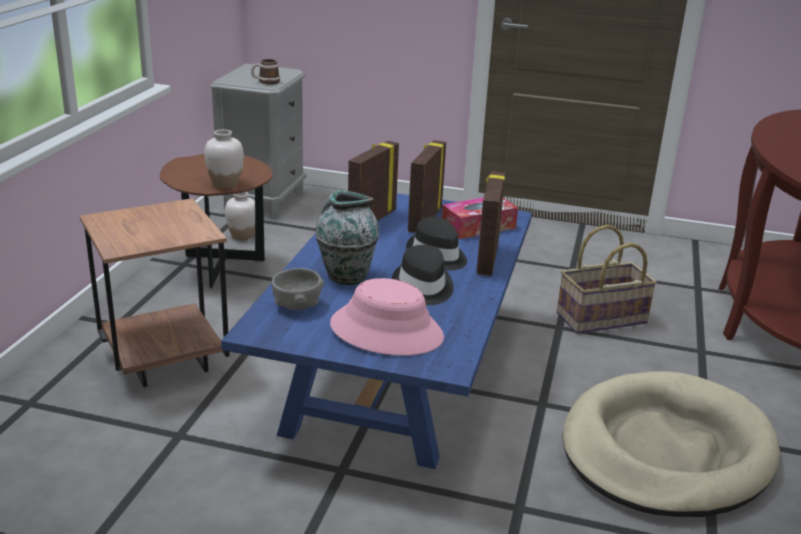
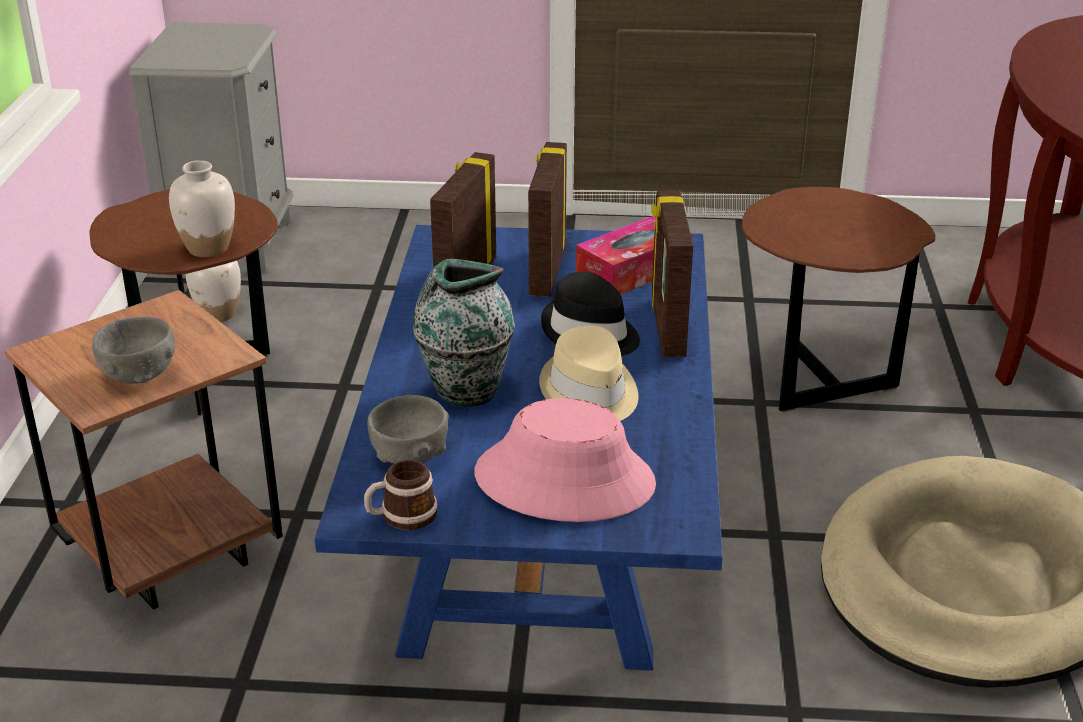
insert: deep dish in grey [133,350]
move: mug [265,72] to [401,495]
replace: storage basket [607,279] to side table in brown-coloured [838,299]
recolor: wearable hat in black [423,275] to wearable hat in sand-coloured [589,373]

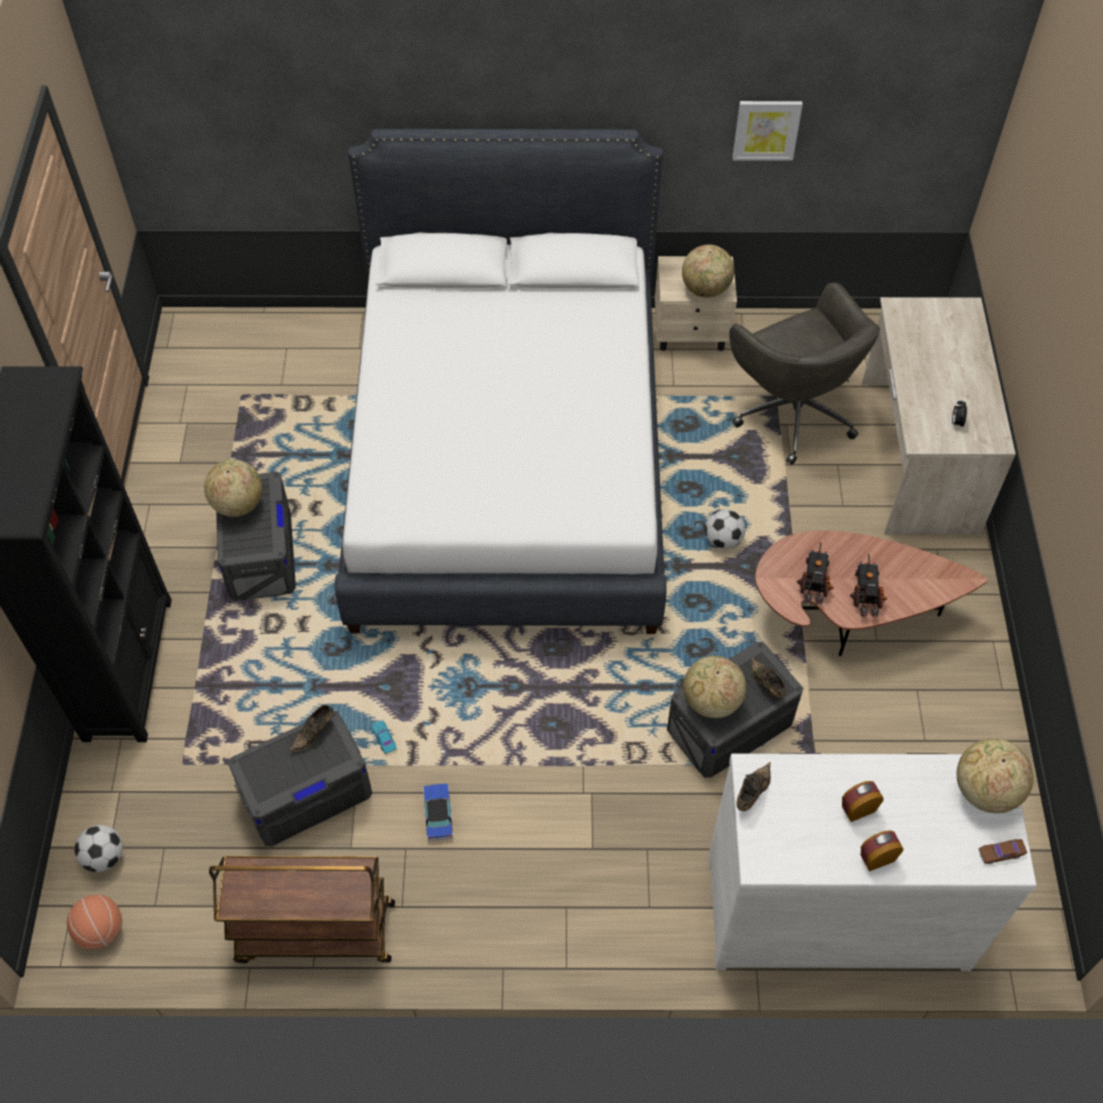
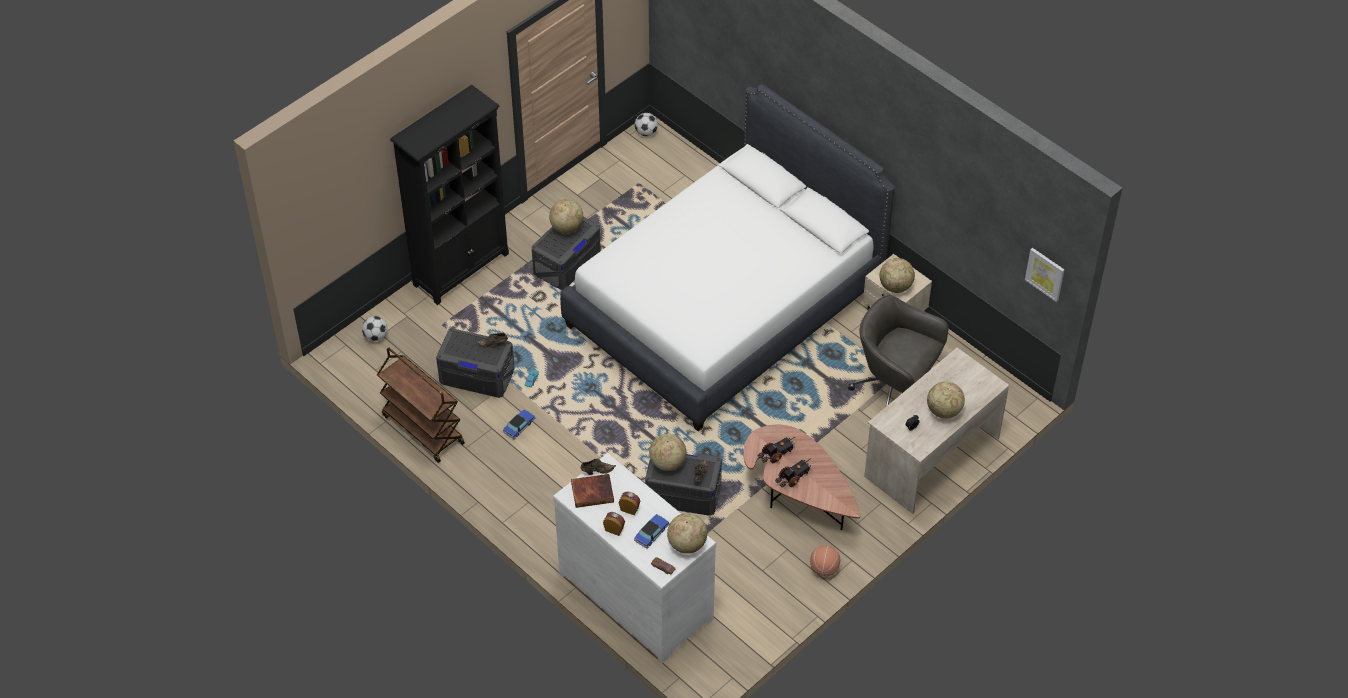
insert: volume [592,491]; model car [651,531]; desk globe [946,400]
move: ball for basketball [94,922] to [825,560]; ball for football [725,529] to [646,124]; wall picture [768,131] to [1044,275]
rotate: office chair in grey [804,374] = [898,351] 105 degrees clockwise

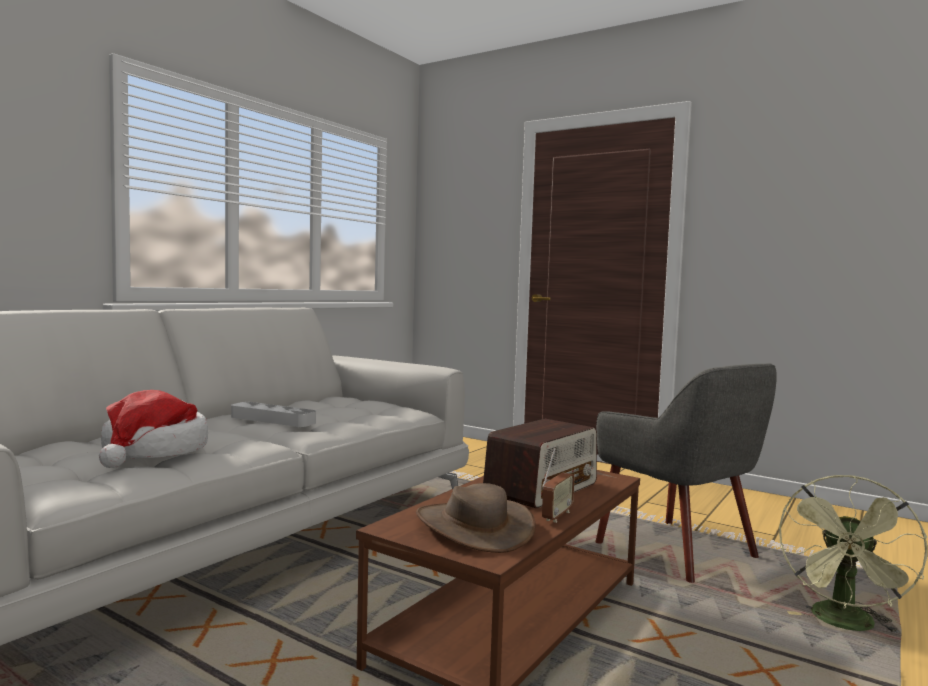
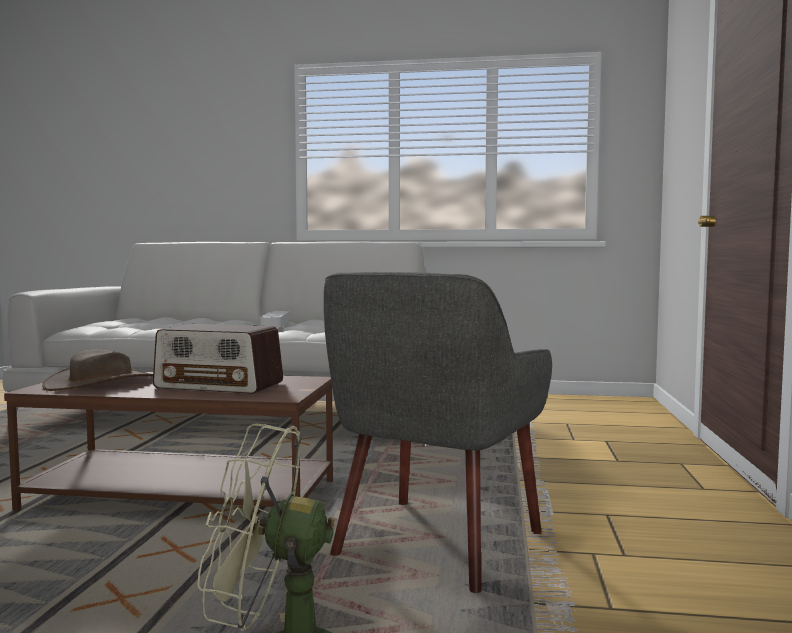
delete: wearable hat [153,429]; radio receiver [558,485]

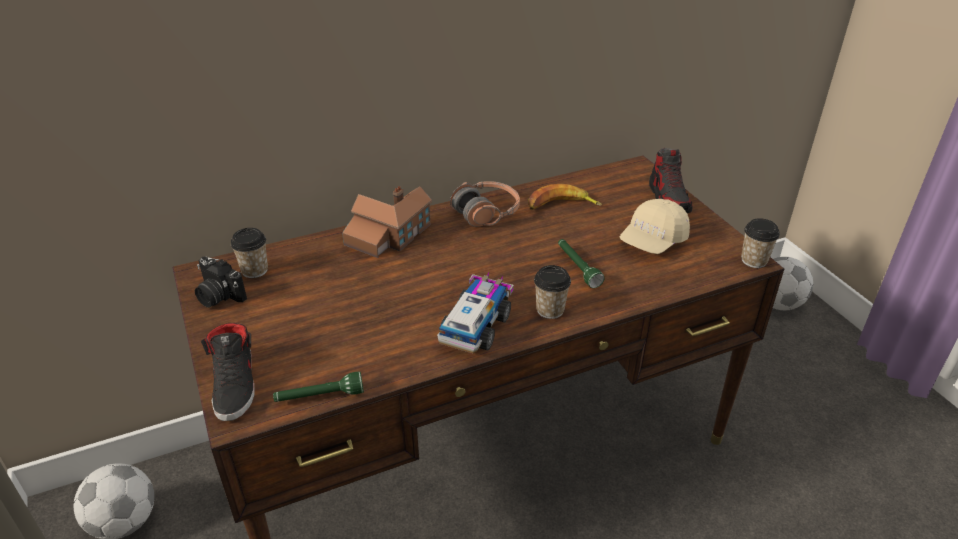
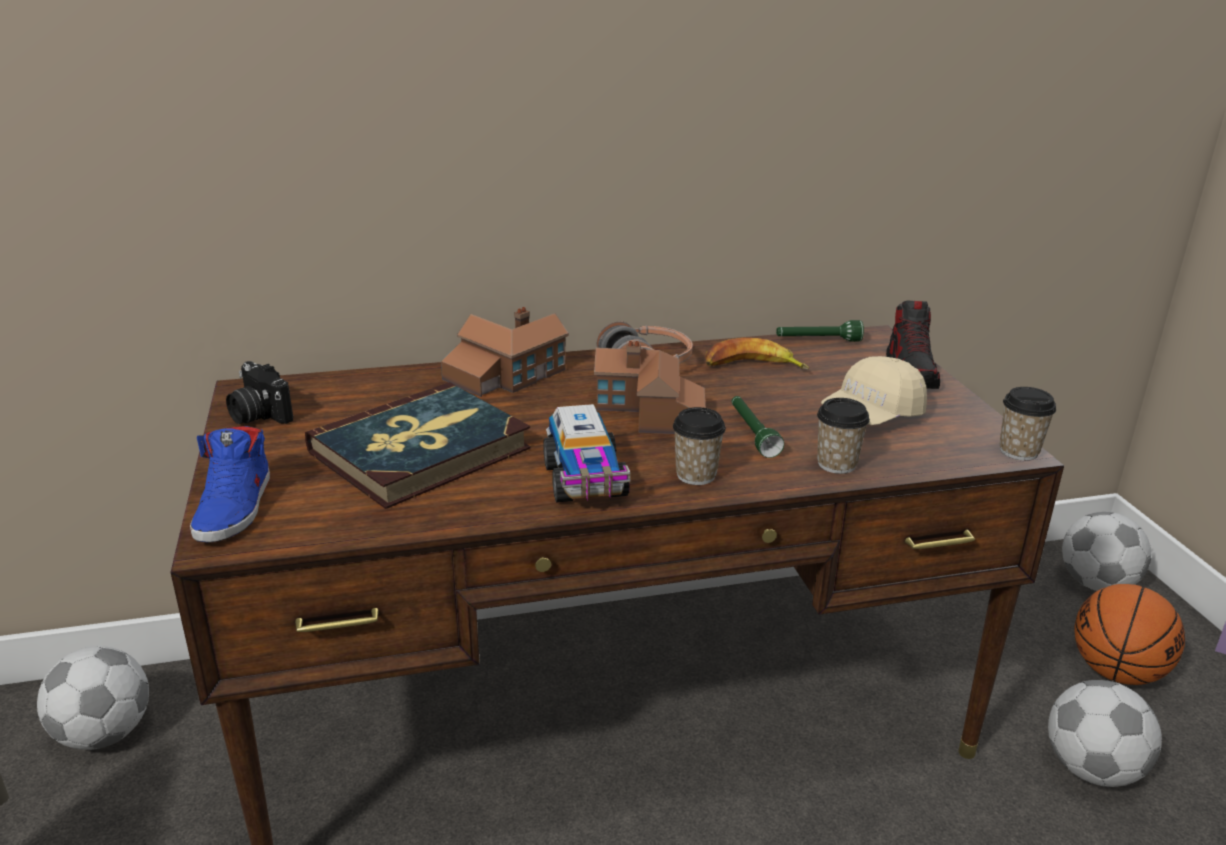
insert: volume [418,445]; model house [649,387]; ball for football [1105,733]; ball for basketball [1129,634]
move: small cup [249,253] to [843,436]; flashlight in greenish [318,386] to [820,331]
recolor: shoe in black [228,372] to shoe in blue [230,484]
rotate: toy truck [475,313] = [586,453] 135 degrees clockwise

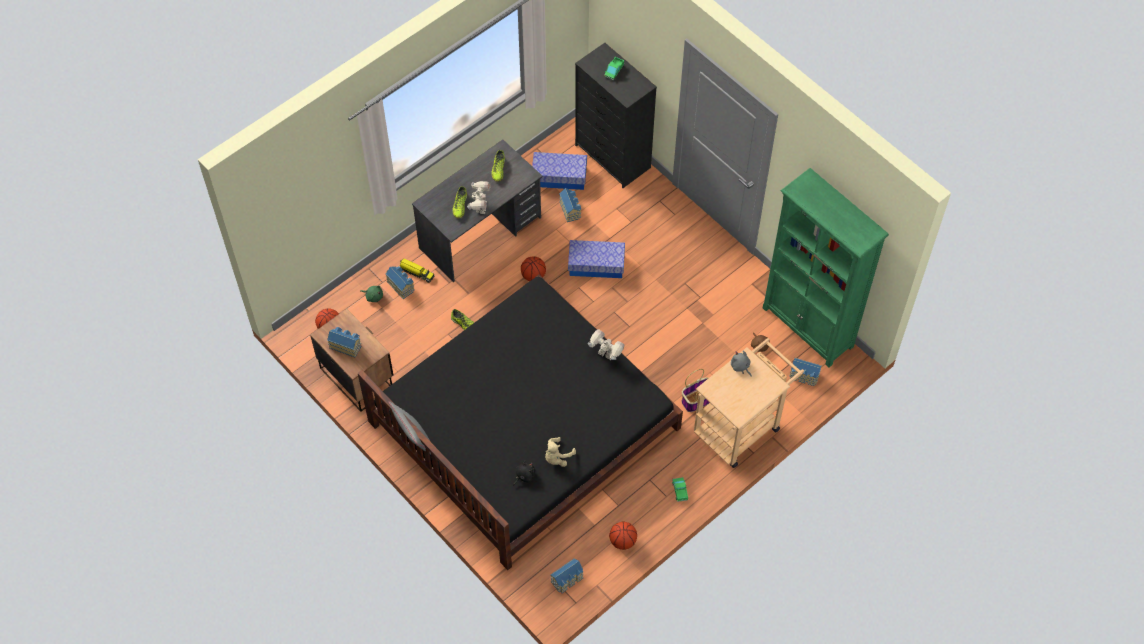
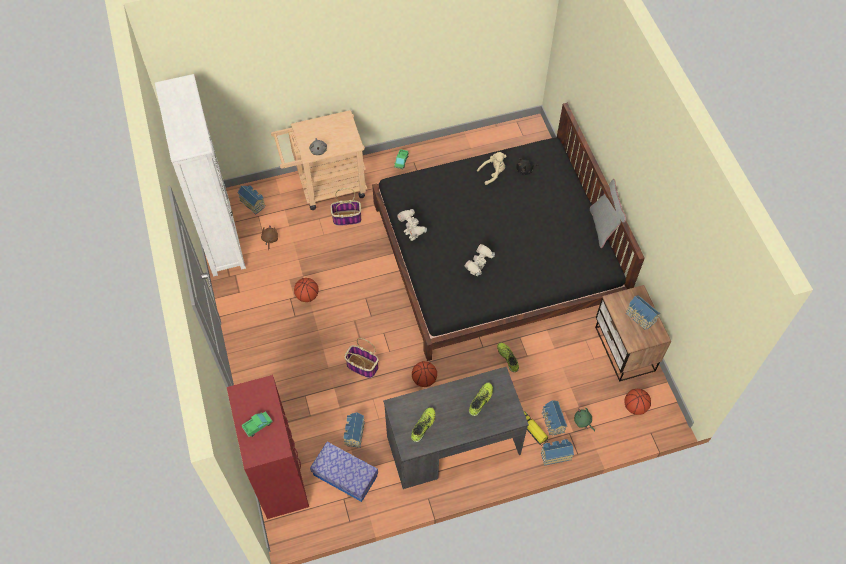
move: robot figure [478,197] to [479,260]; model house [567,575] to [557,452]; ball for basketball [623,536] to [306,290]
replace: storage box [596,259] to storage basket [362,358]
recolor: dresser in black [616,115] to dresser in red-coloured [268,447]; shelving unit in greenish [826,267] to shelving unit in white-coloured [200,175]

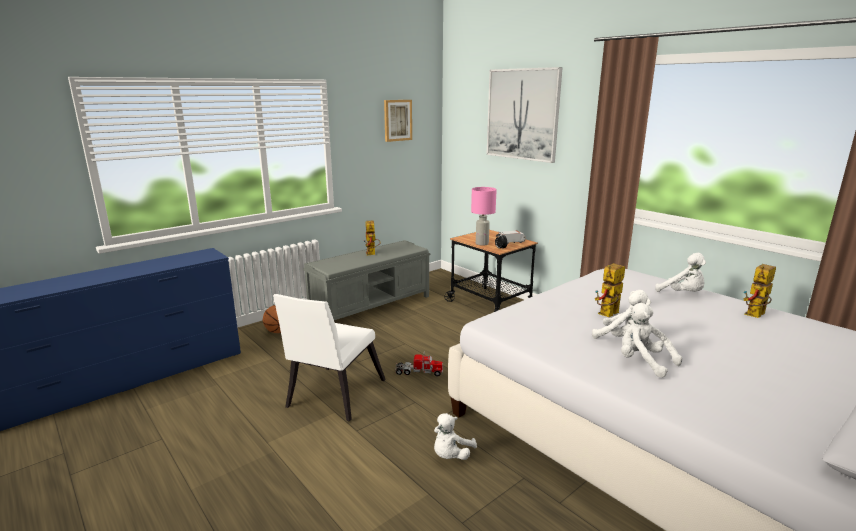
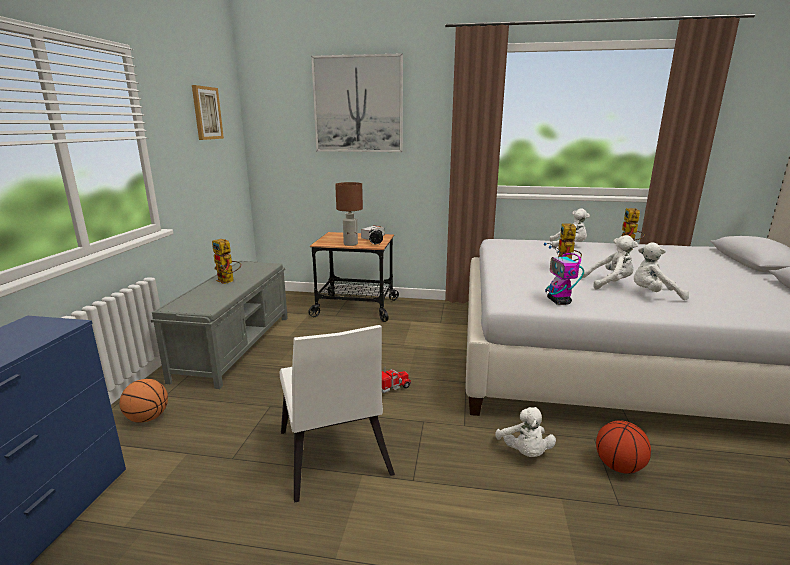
insert: robot figure [564,274]; ball for basketball [623,447]
recolor: table lamp in pinkish [484,216] to table lamp in brown-coloured [349,214]

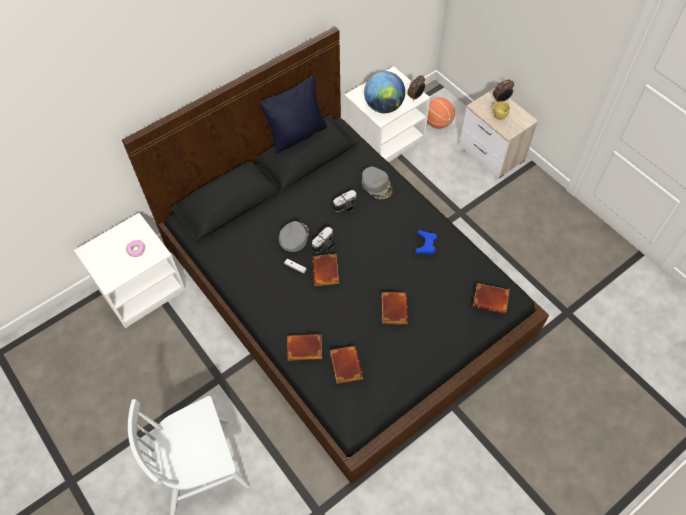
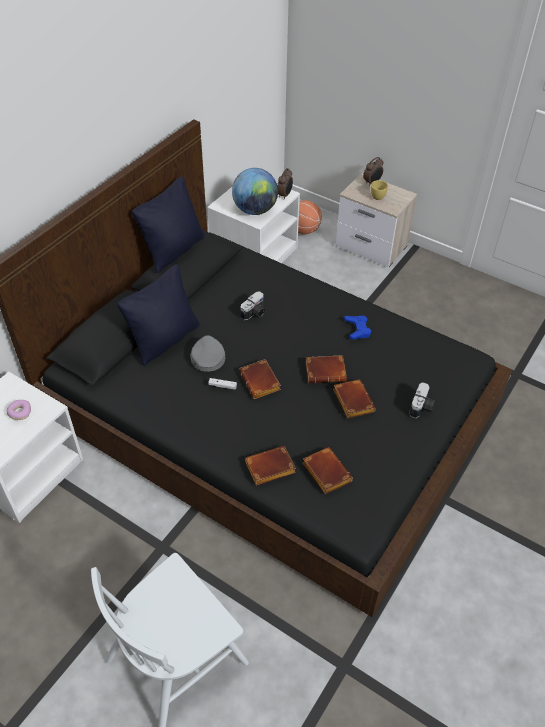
delete: baseball cap in grey [377,183]
insert: pillow in black [158,315]
move: still camera [323,240] to [422,400]; volume in brown-coloured [491,298] to [326,369]

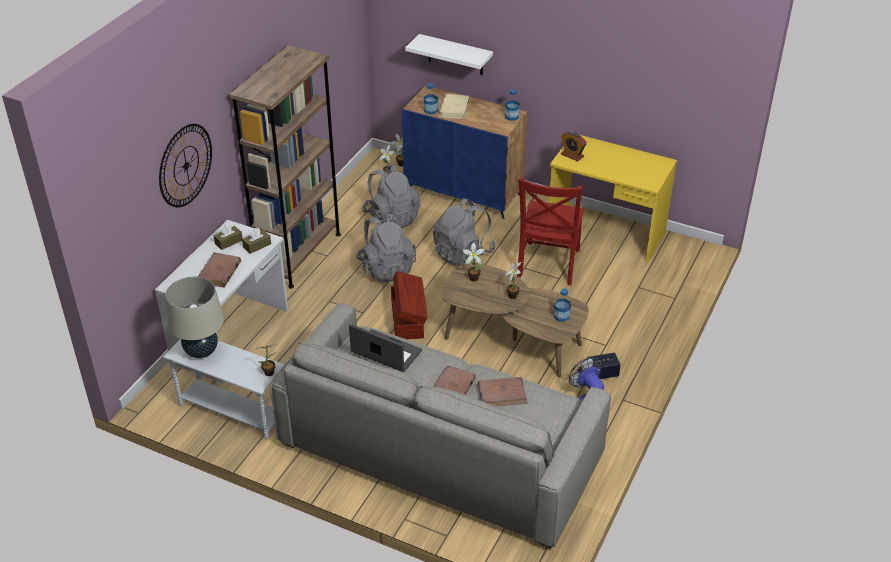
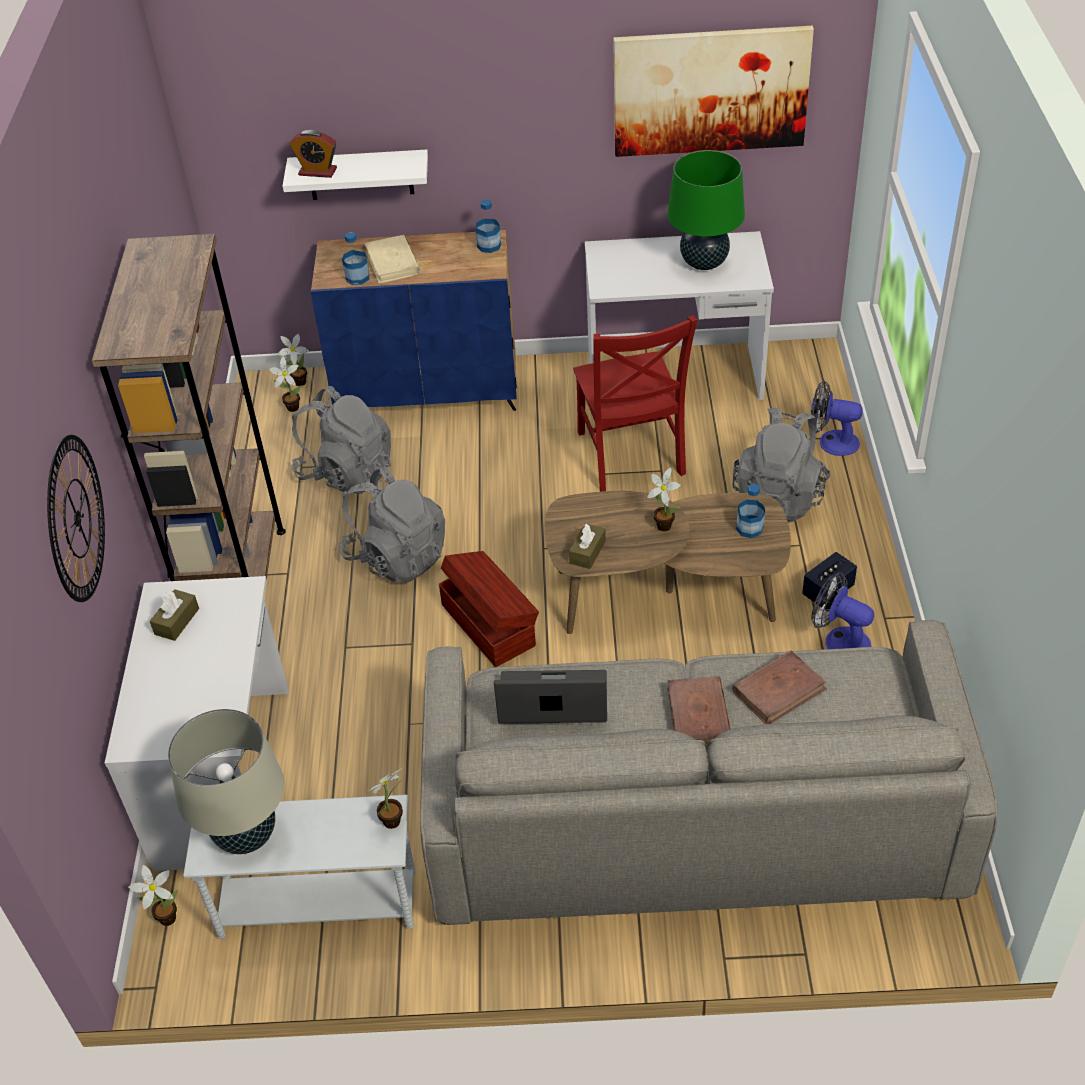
delete: volume in brown-coloured [219,270]
insert: wall picture [713,91]; table lamp in greenish [706,210]; cooling fan [837,418]
move: box of tissues in brown-coloured [256,241] to [587,546]; knapsack in grey [464,232] to [781,464]; potted plant [474,262] to [153,895]; alarm clock [574,146] to [313,154]
recolor: desk unit in yellow [613,199] to desk unit in white-coloured [679,315]

